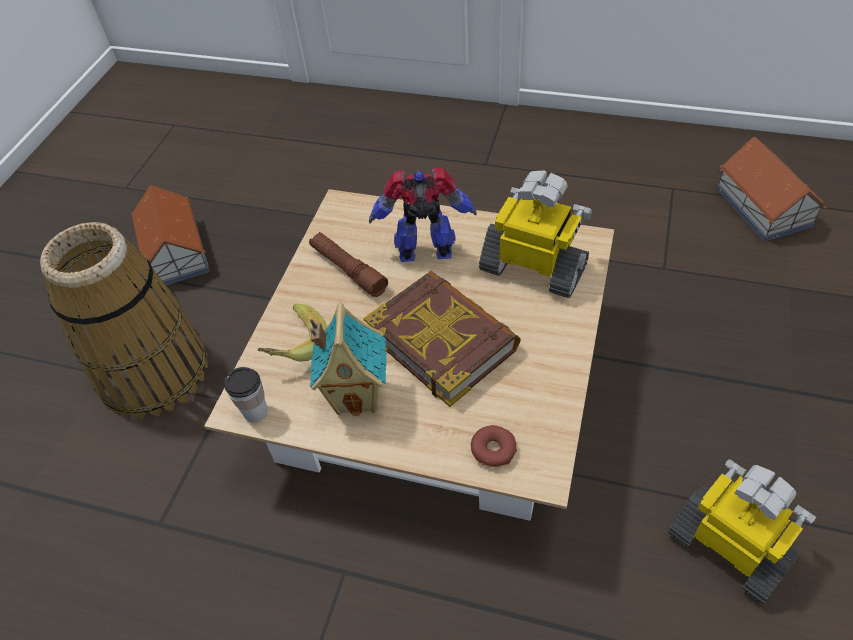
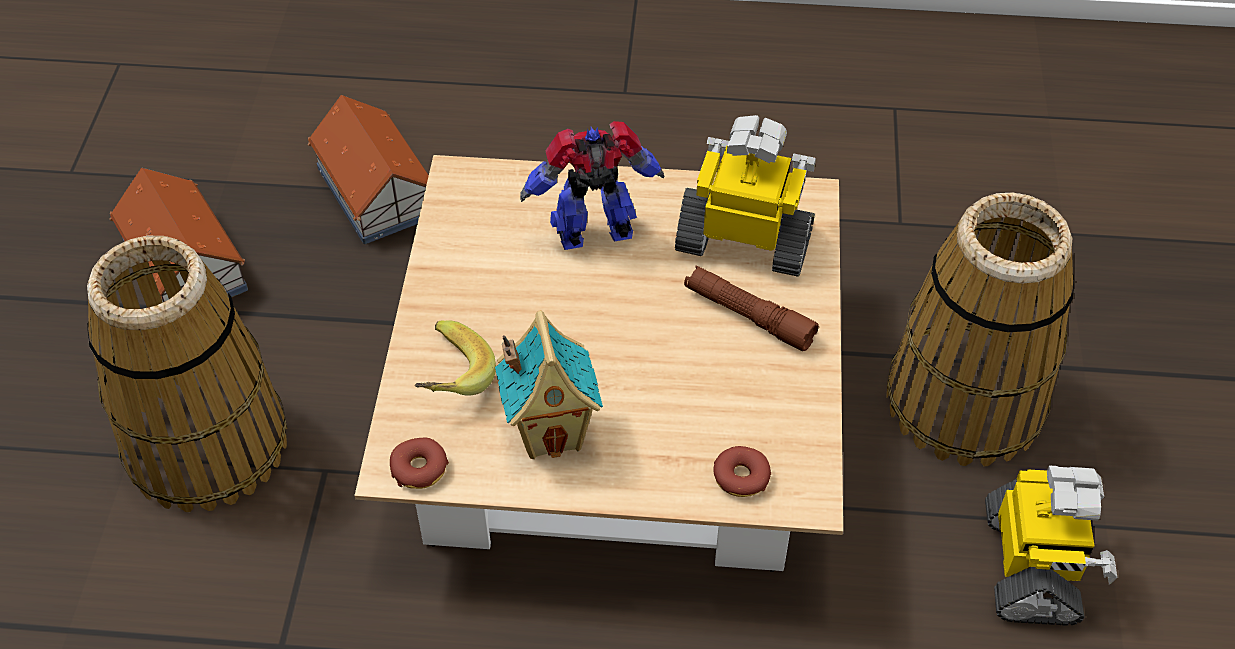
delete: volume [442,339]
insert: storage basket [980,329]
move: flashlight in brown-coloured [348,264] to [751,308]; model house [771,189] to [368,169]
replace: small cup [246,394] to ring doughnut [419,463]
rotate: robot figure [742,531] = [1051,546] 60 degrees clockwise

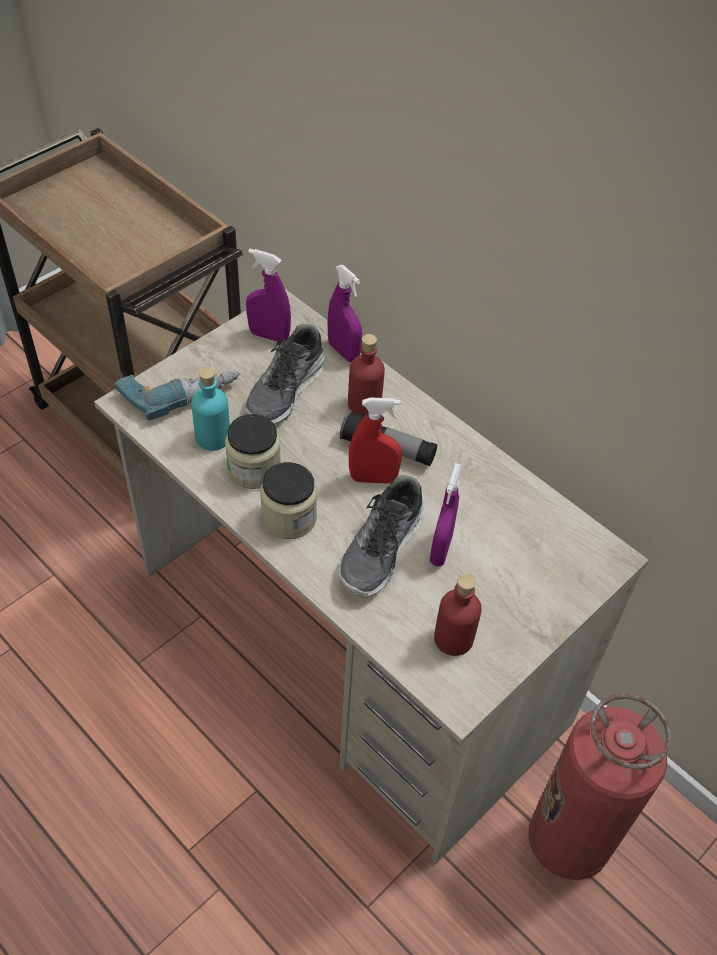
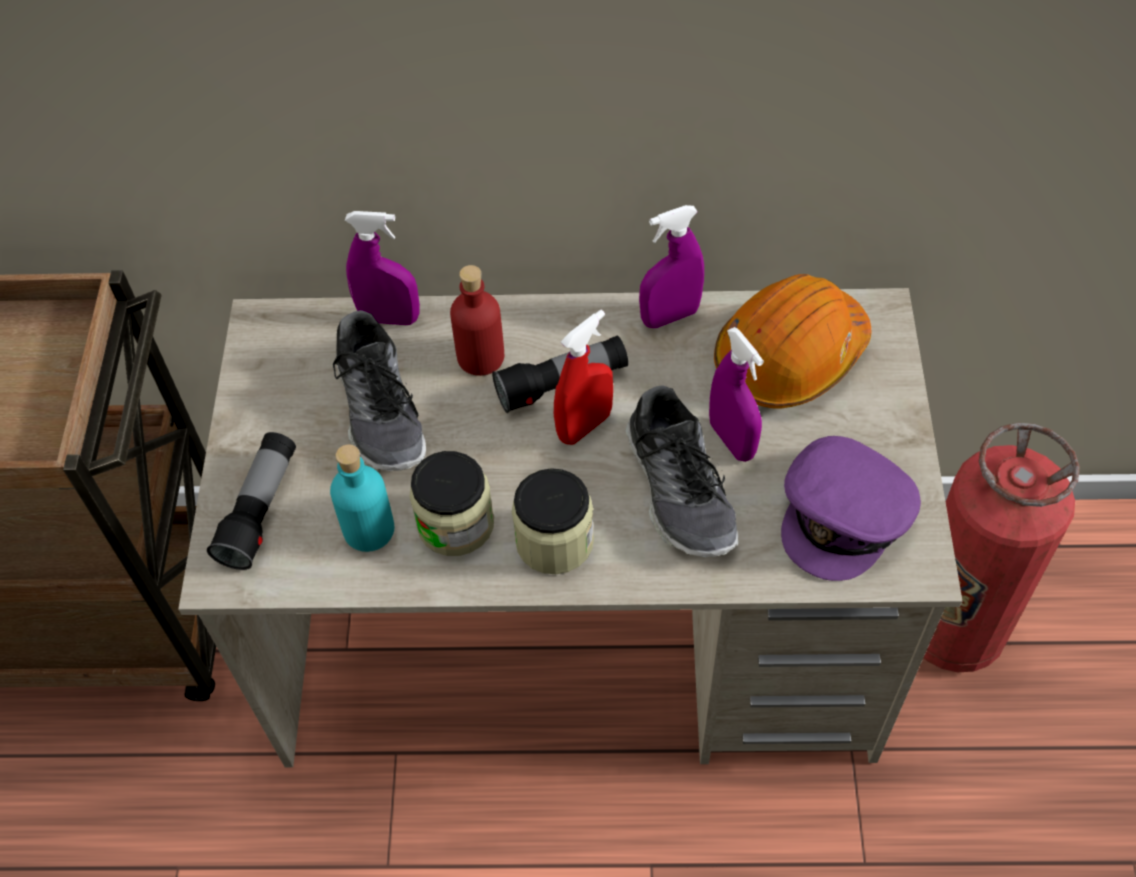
insert: work helmet in orange-coloured [793,341]
move: sprayer in purple-coloured [268,295] to [671,266]
replace: electric drill [177,395] to flashlight [251,501]; drink bottle in red-coloured [458,615] to baseball cap in purple-coloured [851,508]

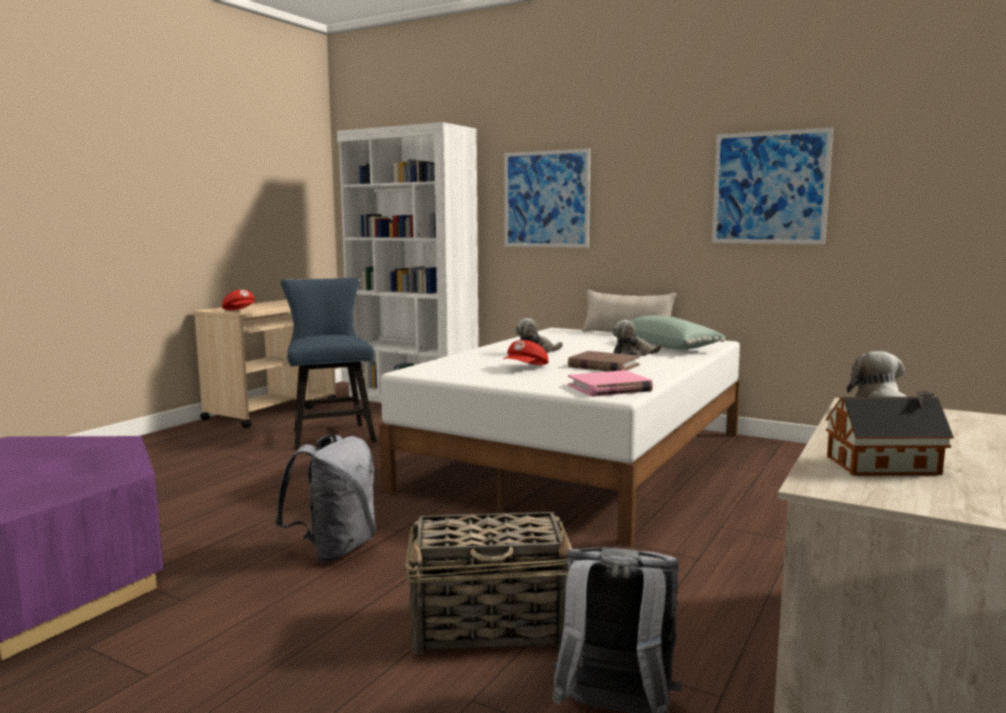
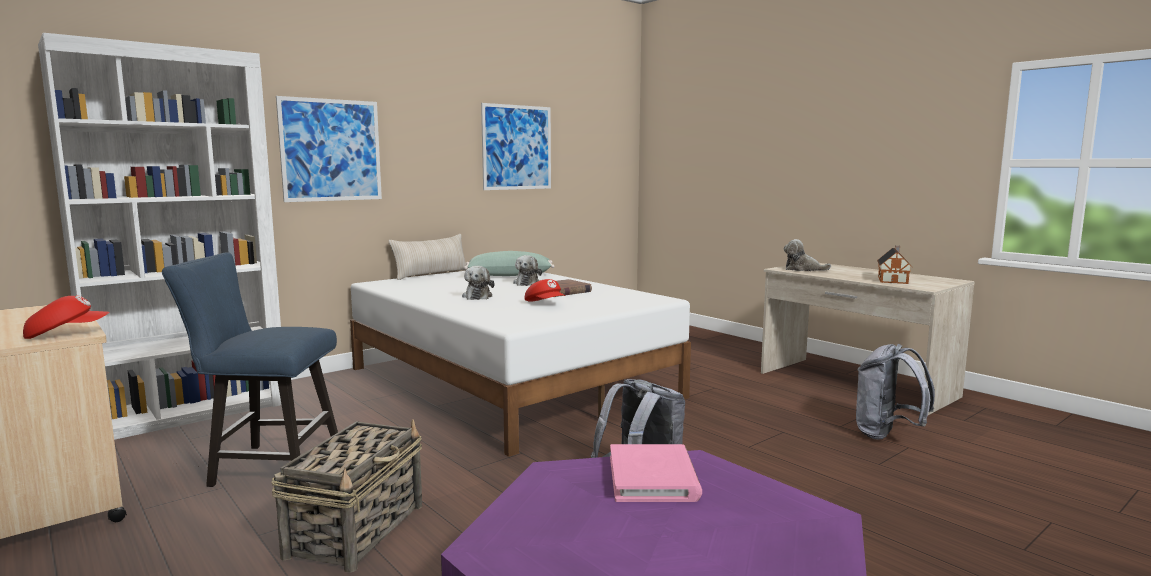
move: storage basket [488,583] to [346,496]; volume in pinkish [610,383] to [656,473]

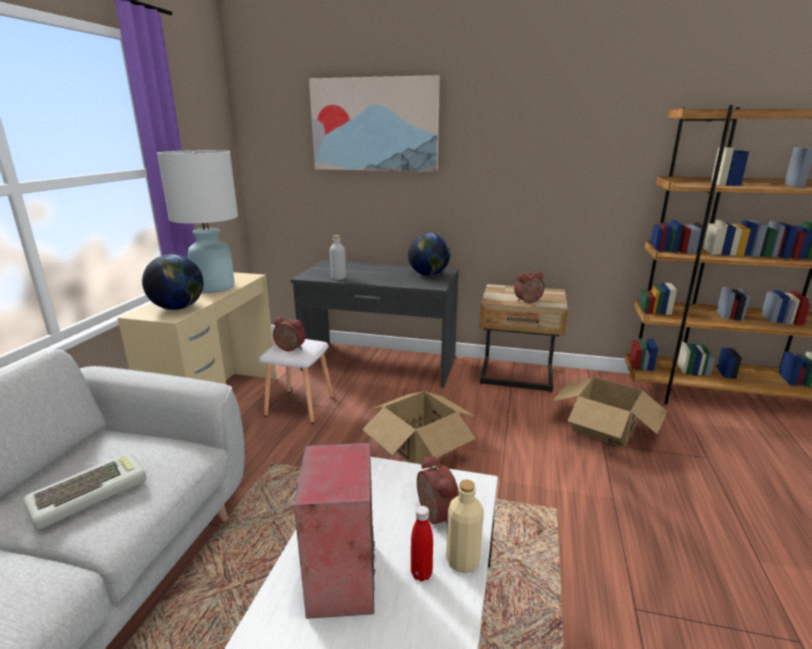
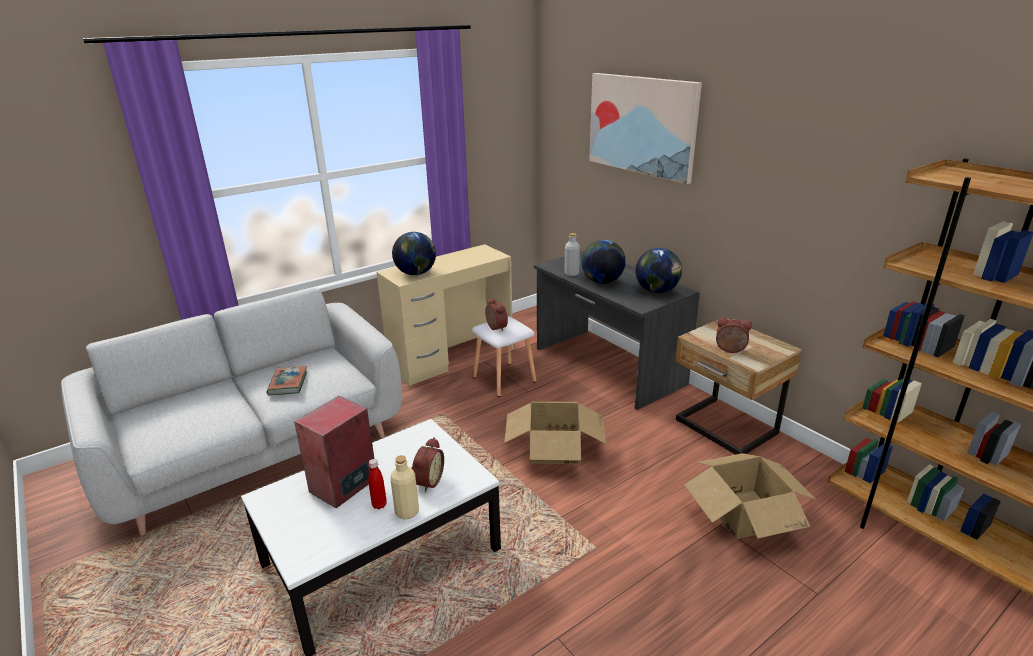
delete: table lamp in white-coloured [197,221]
insert: desk globe [603,262]
replace: computer keyboard [84,491] to volume [287,380]

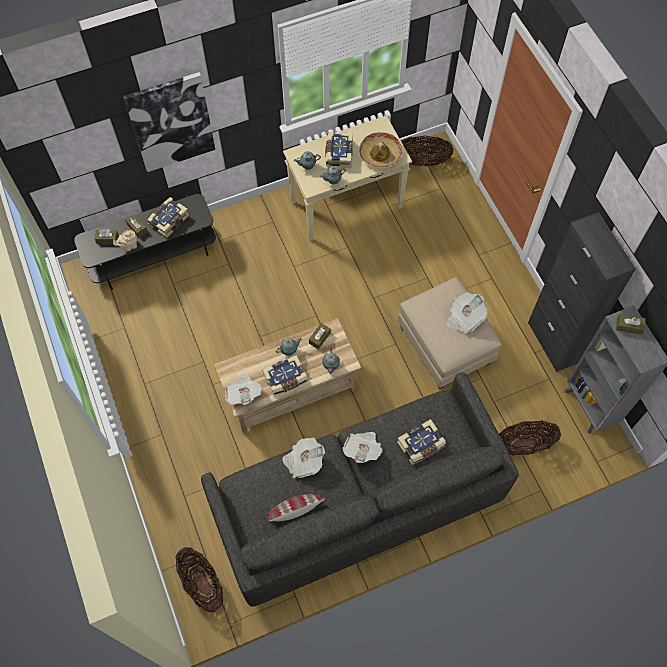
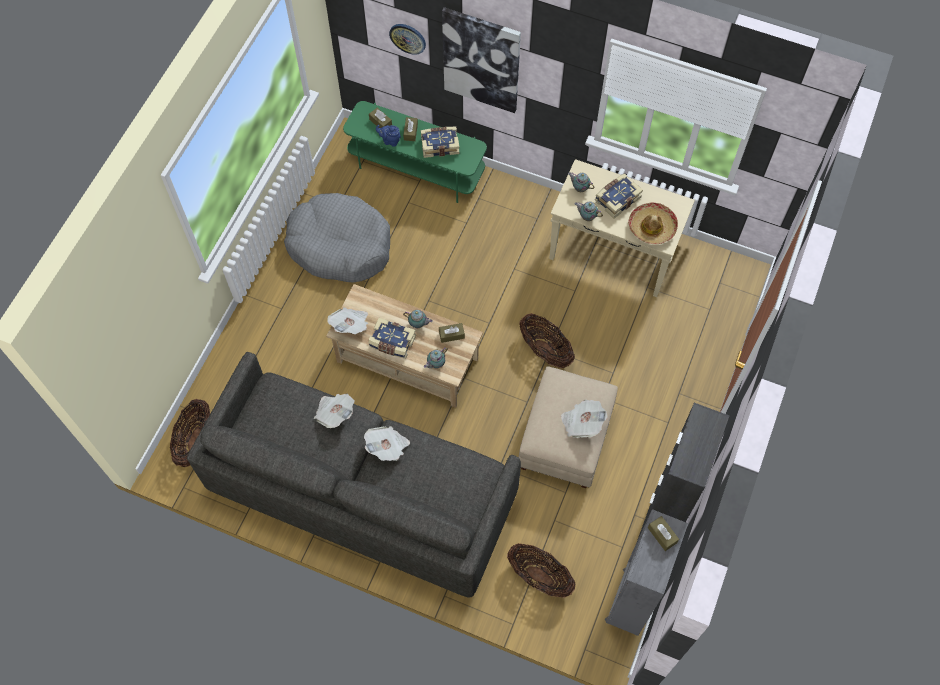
delete: pillow [295,508]; volume [421,442]
insert: pet bed in grey [337,237]; hanging clock [407,39]
move: storage basket [427,151] to [547,340]
recolor: tv stand in grey [145,242] to tv stand in greenish [415,152]; pot for tea in sand-coloured [125,241] to pot for tea in blue [388,136]

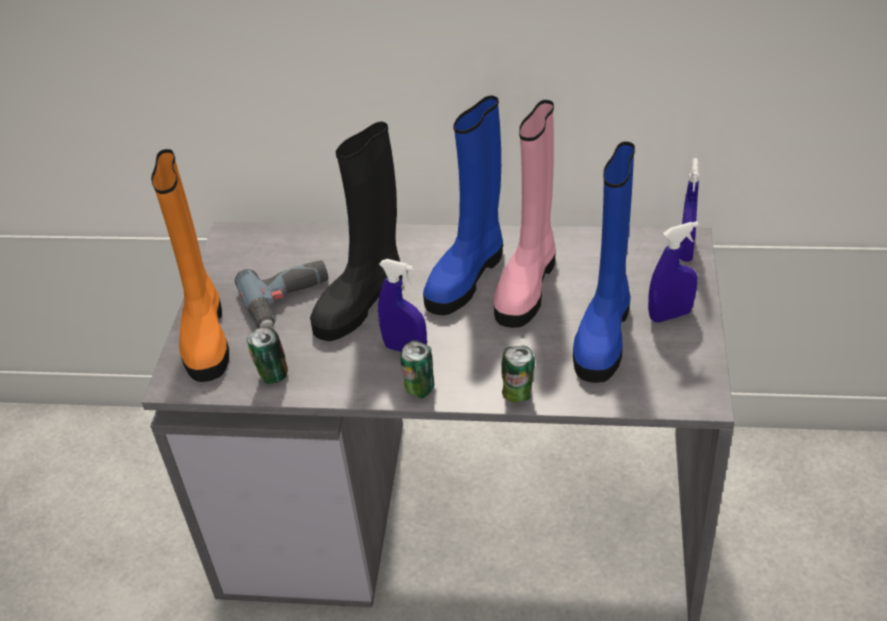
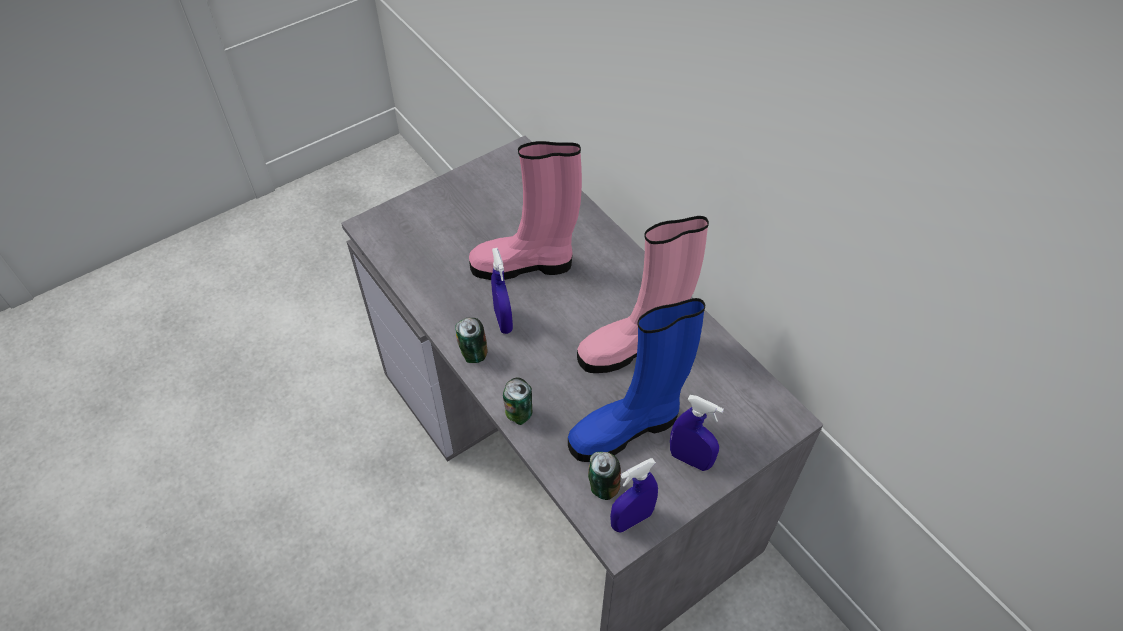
delete: high-top boot in orange-coloured [190,265]; electric drill [281,294]; high-top boot in blue [463,205]
move: sealed can [267,355] to [604,476]; sprayer in blue [689,210] to [634,495]
recolor: high-top boot in black [356,231] to high-top boot in pinkish [525,210]

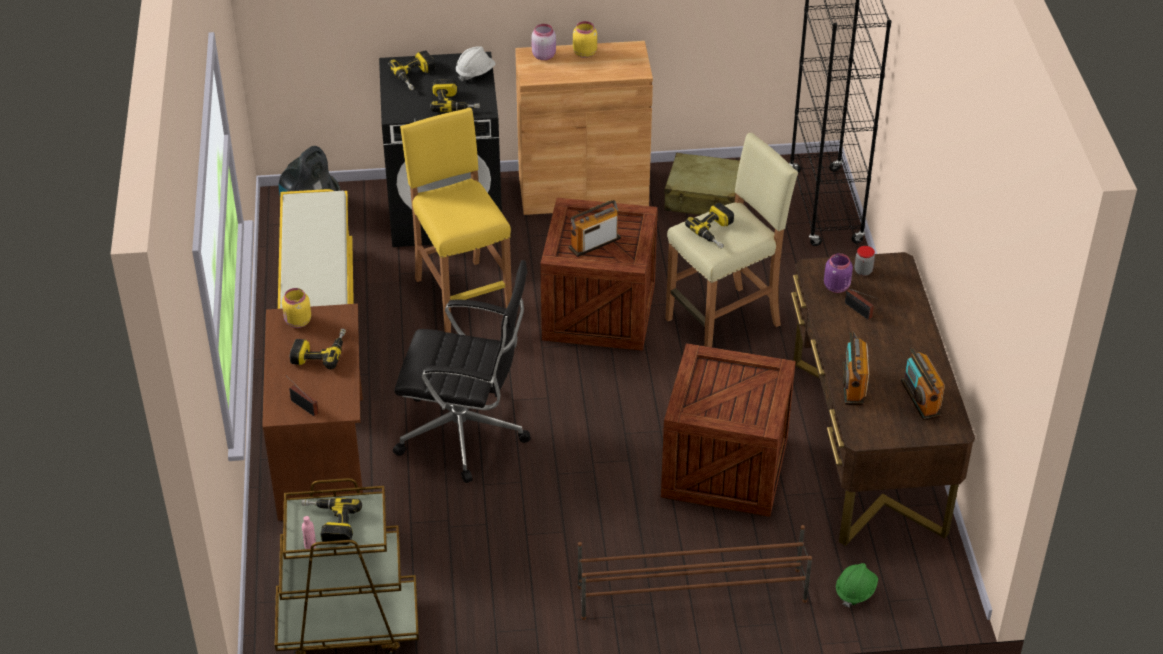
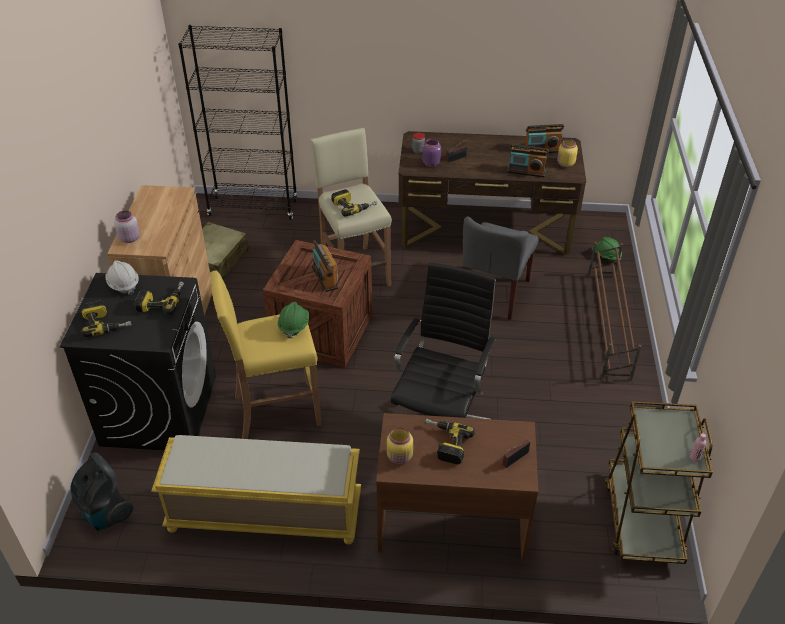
delete: electric drill [332,521]
insert: work helmet in greenish [293,320]
move: storage jar in yellow [585,39] to [567,153]
replace: shipping crate [728,430] to upright chair in grey [500,268]

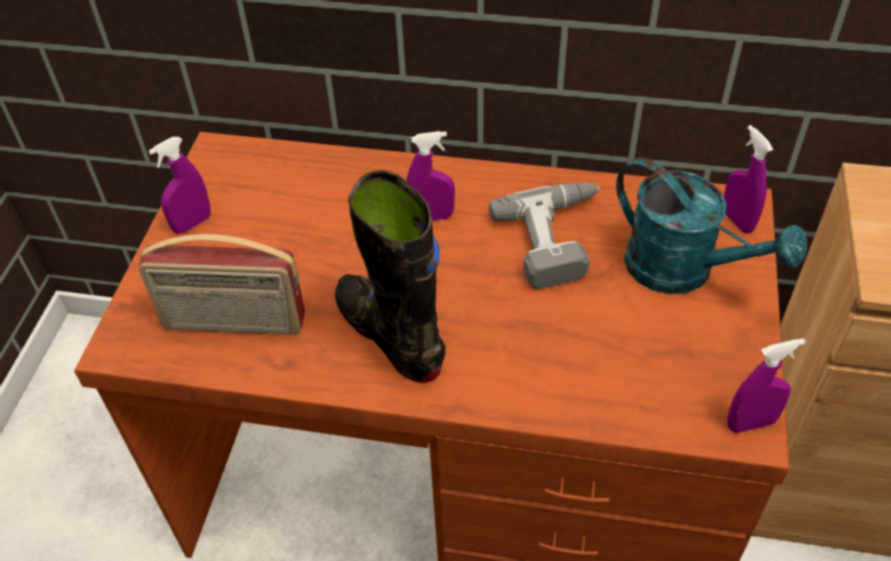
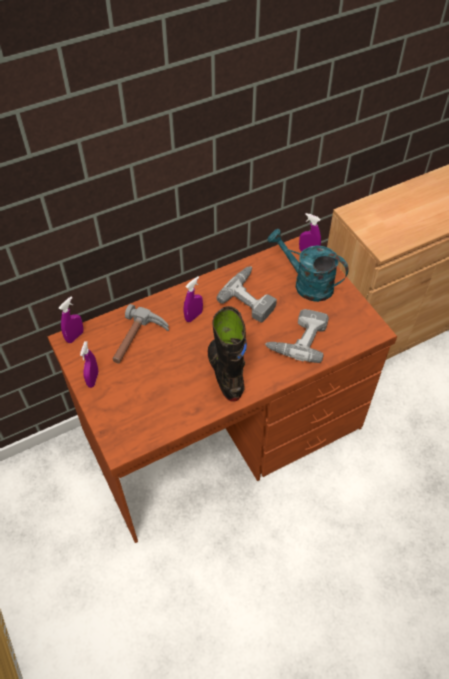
delete: radio receiver [222,284]
insert: tool hammer [140,333]; electric drill [297,336]
move: sprayer in purple-coloured [766,385] to [71,319]
rotate: high-top boot in black [390,276] = [227,354] 60 degrees clockwise; watering can in blue-green [711,226] = [308,265] 150 degrees counterclockwise

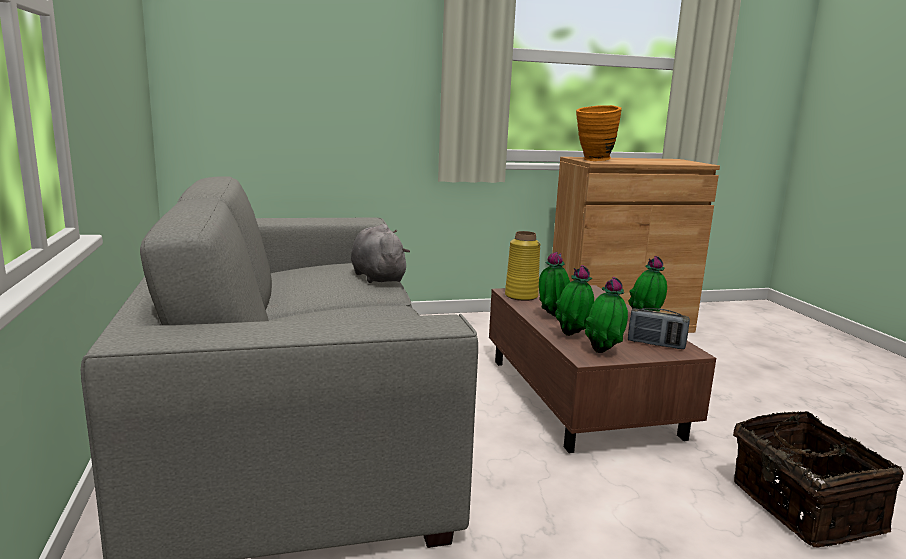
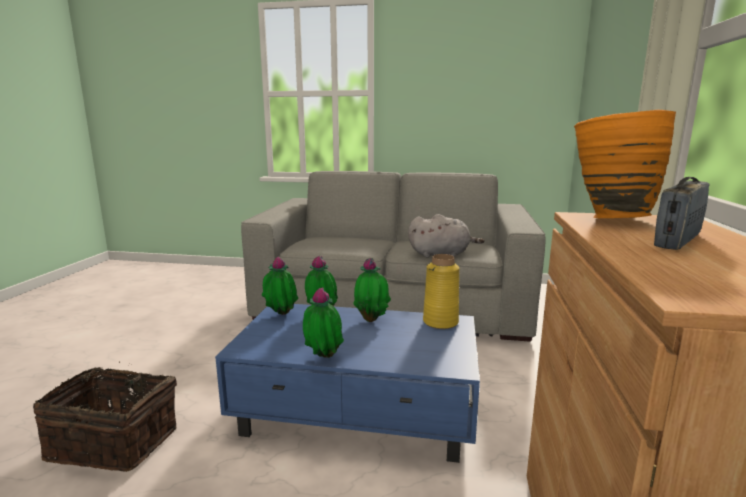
move: radio receiver [659,328] to [681,213]
recolor: coffee table in brown-coloured [602,369] to coffee table in blue [347,383]

